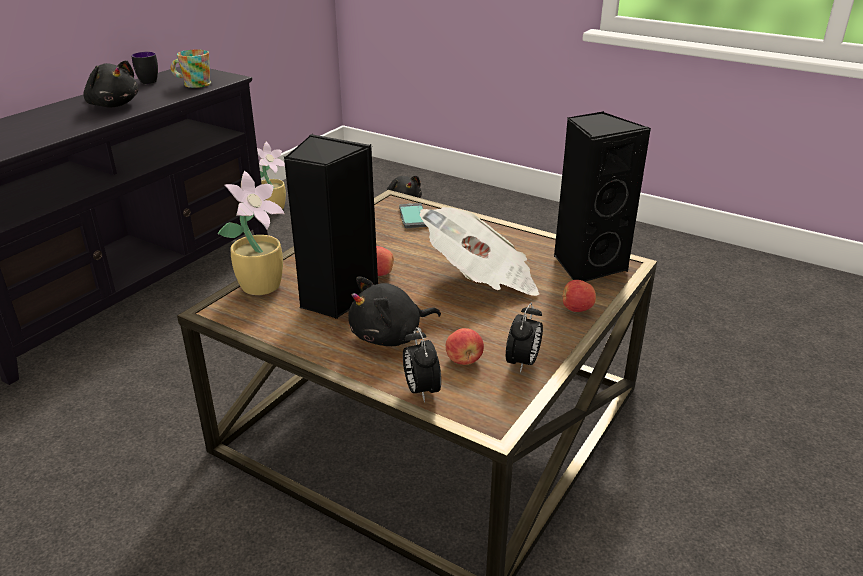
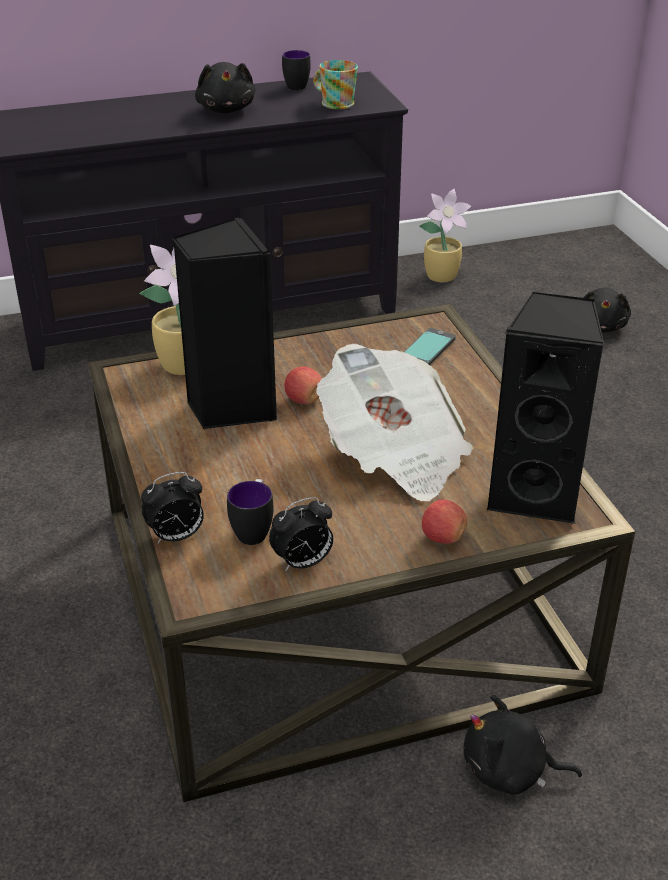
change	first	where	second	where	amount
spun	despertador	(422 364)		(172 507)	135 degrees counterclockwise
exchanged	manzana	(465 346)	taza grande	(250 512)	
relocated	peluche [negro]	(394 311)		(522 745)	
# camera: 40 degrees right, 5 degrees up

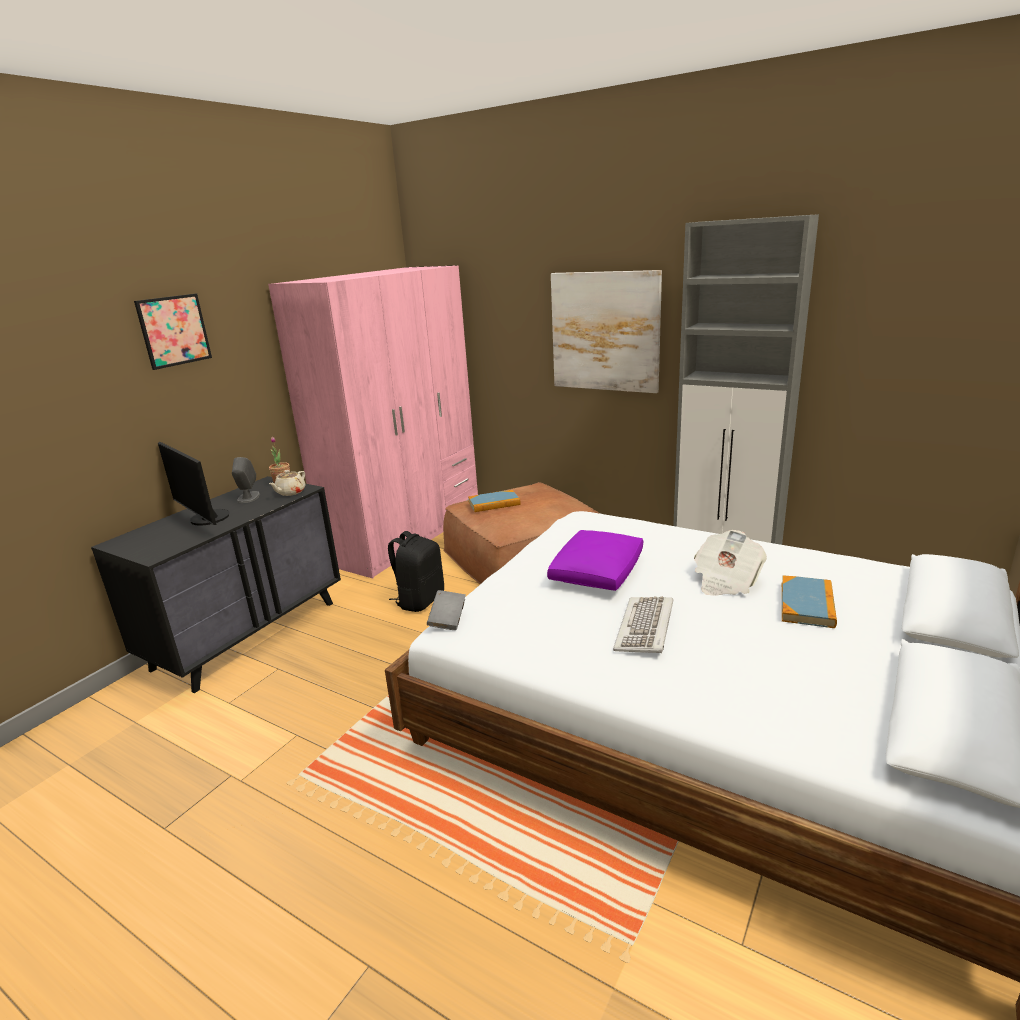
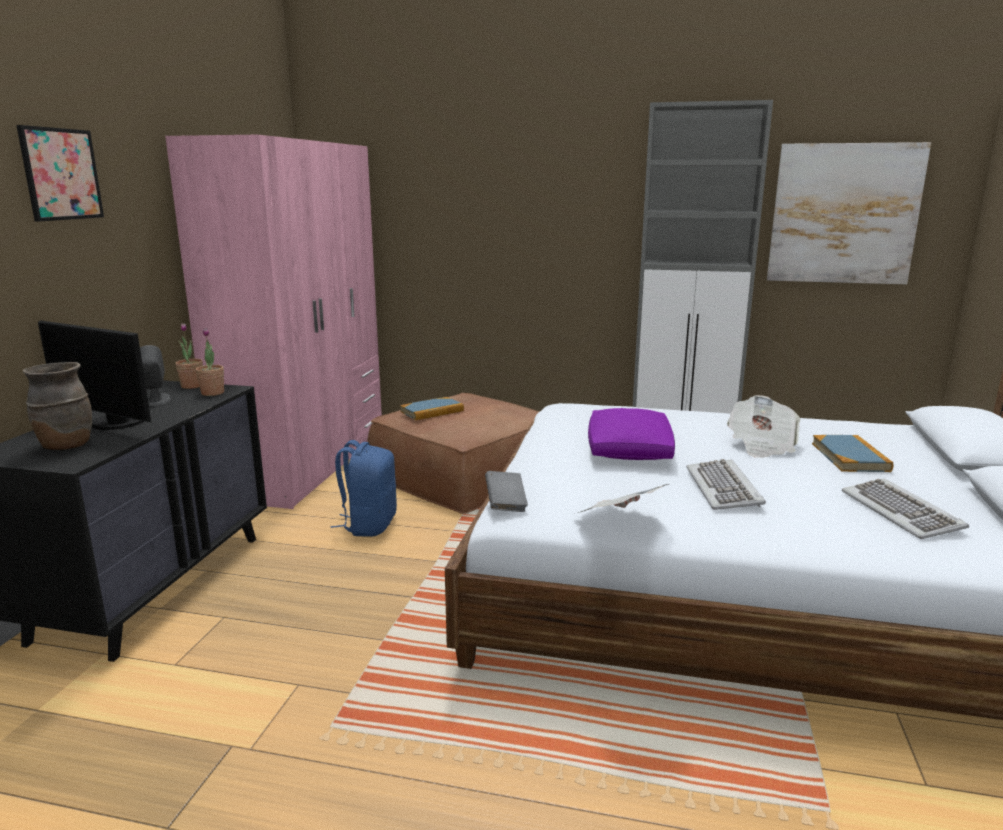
change	first	where	second	where	amount
appeared			florero [marrón]	(57 406)	
exchanged	tetera [beis]	(287 483)	planta en maceta	(210 362)	
colour	mochila [negro]	(416 571)	mochila [azul]	(364 488)	
appeared			periódico	(623 498)	
relocated	cuadro	(606 331)		(849 213)	
appeared			teclado	(905 508)	
# camera: 20 degrees left, 5 degrees down

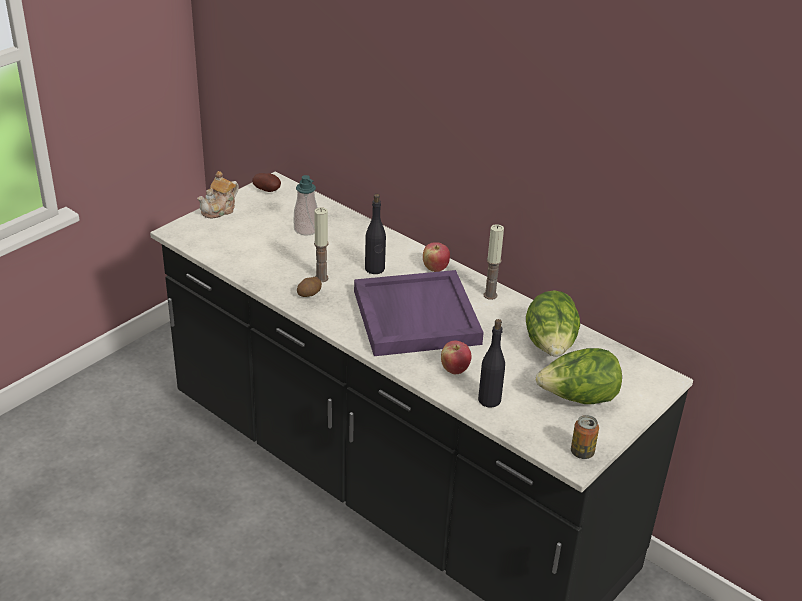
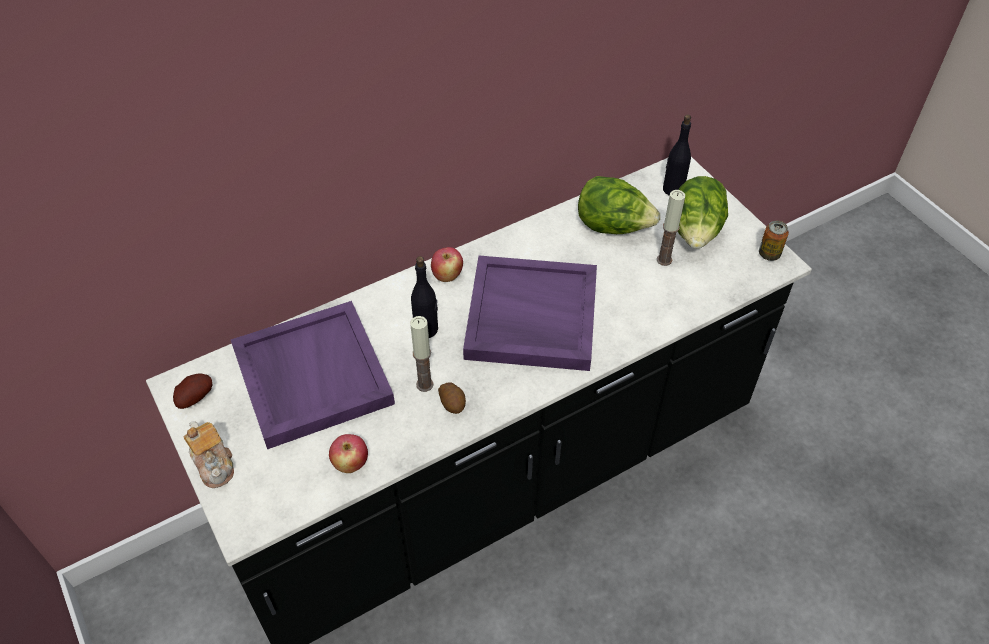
change	first	where	second	where	amount
exchanged	dispensador de jabón	(306 205)	bandeja [morado]	(313 375)	
relocated	manzana	(456 357)		(348 453)	
relocated	vela	(493 262)		(671 228)	
relocated	botella [negro]	(491 363)		(677 155)	
# camera: 70 degrees left, 15 degrees up

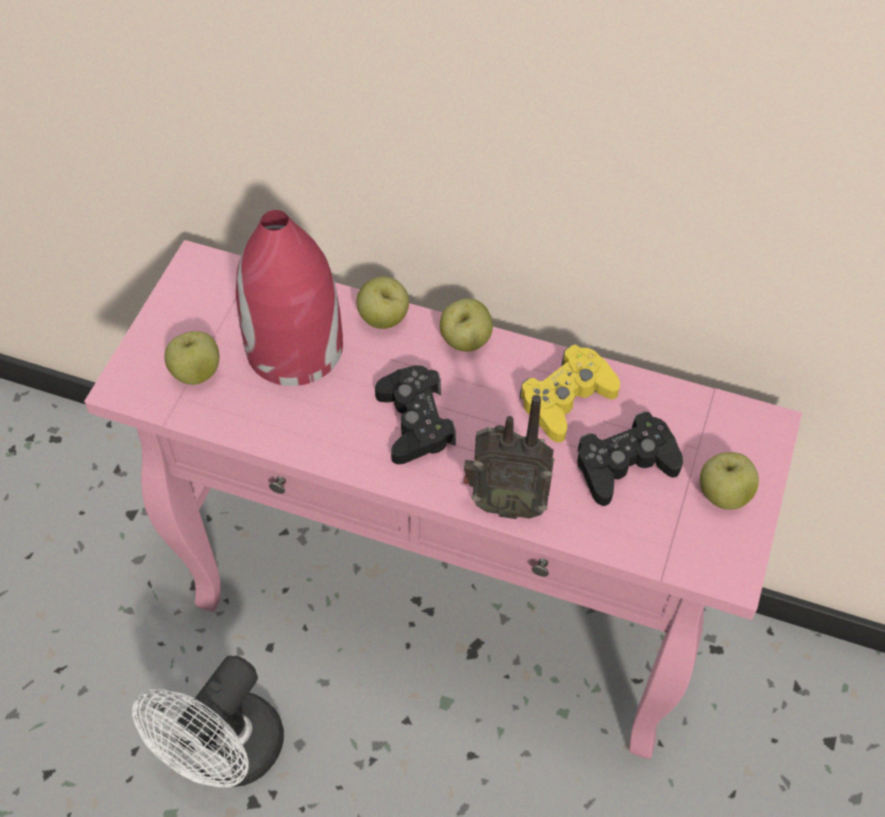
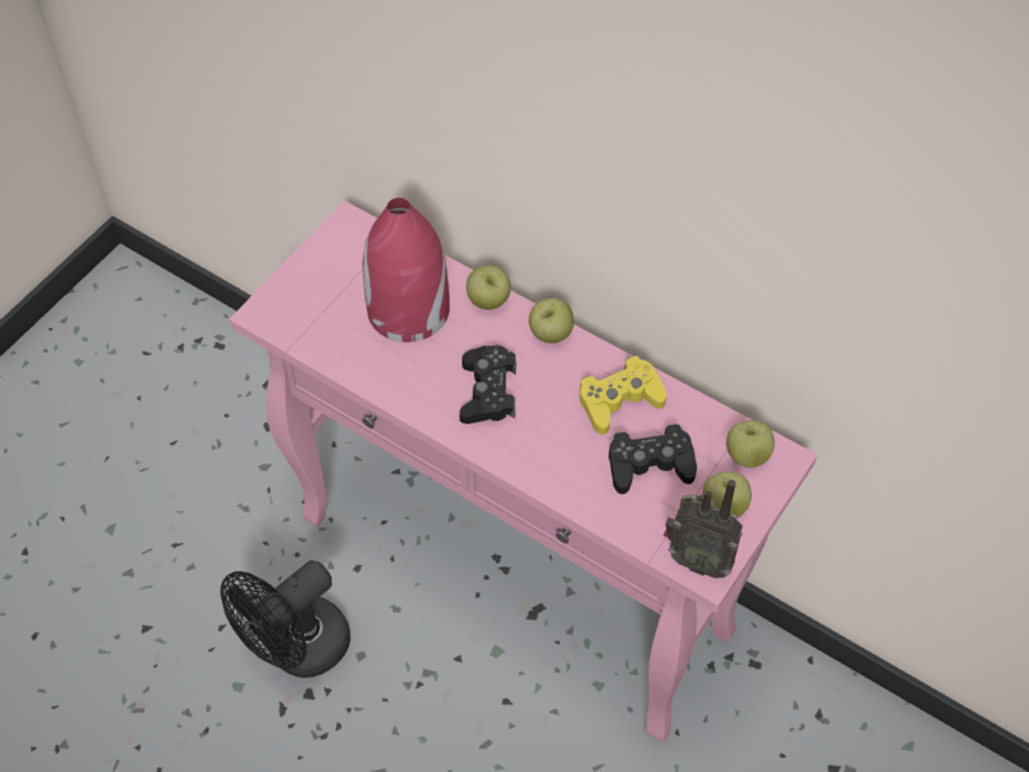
change	first	where	second	where	amount
colour	ventilador [blanco]	(208 721)	ventilador [negro]	(286 619)	
relocated	radio	(508 457)		(703 529)	
relocated	manzana	(191 358)		(750 444)	
# camera: 15 degrees right, 0 degrees up

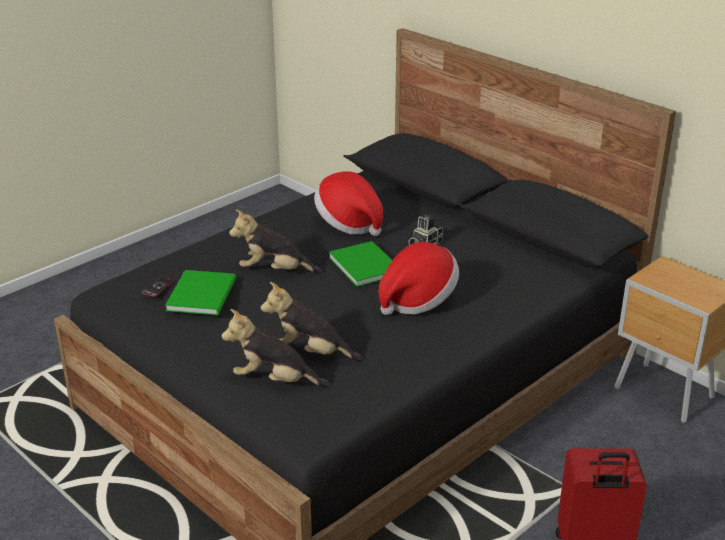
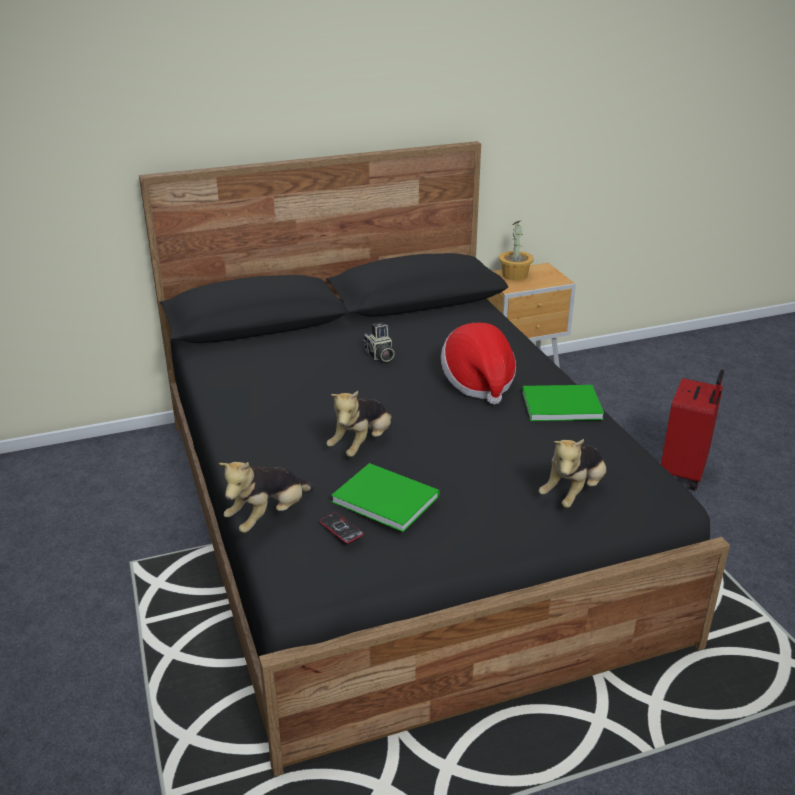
change	first	where	second	where	amount
relocated	peluche	(311 321)		(266 497)	
appeared			planta en maceta	(516 250)	
relocated	libro [verde]	(360 264)		(563 403)	
missing	sombrero	(348 203)			
# camera: 65 degrees left, 0 degrees up

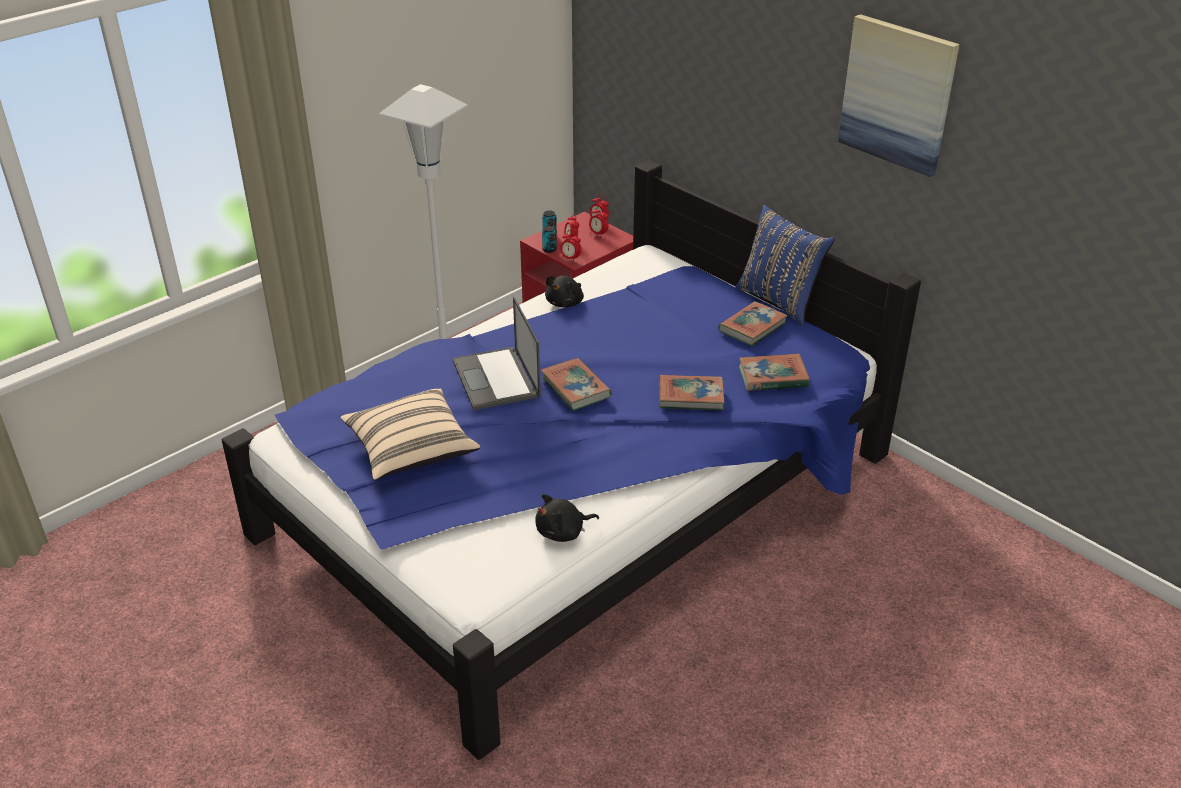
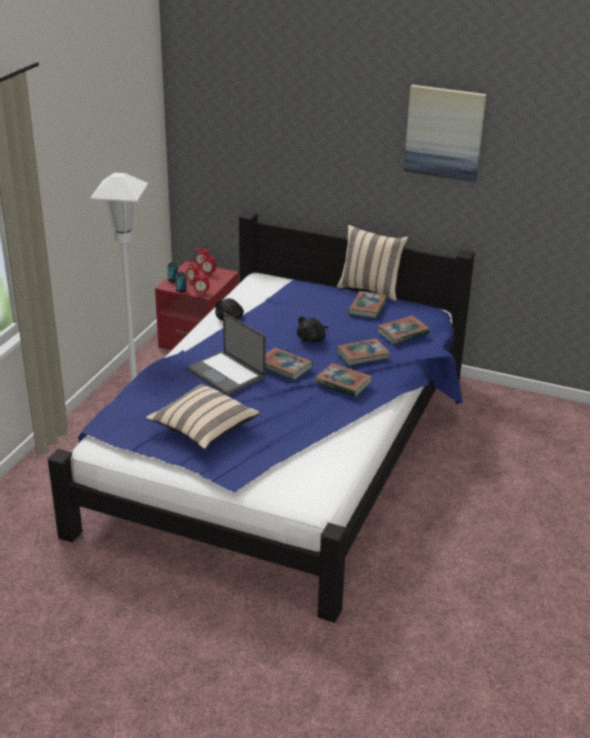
change	first	where	second	where	amount
relocated	peluche [negro]	(567 518)		(312 329)	
appeared			libro	(343 380)	
colour	cojín [azul]	(785 265)	cojín [beis]	(372 263)	
# camera: 25 degrees left, 5 degrees down

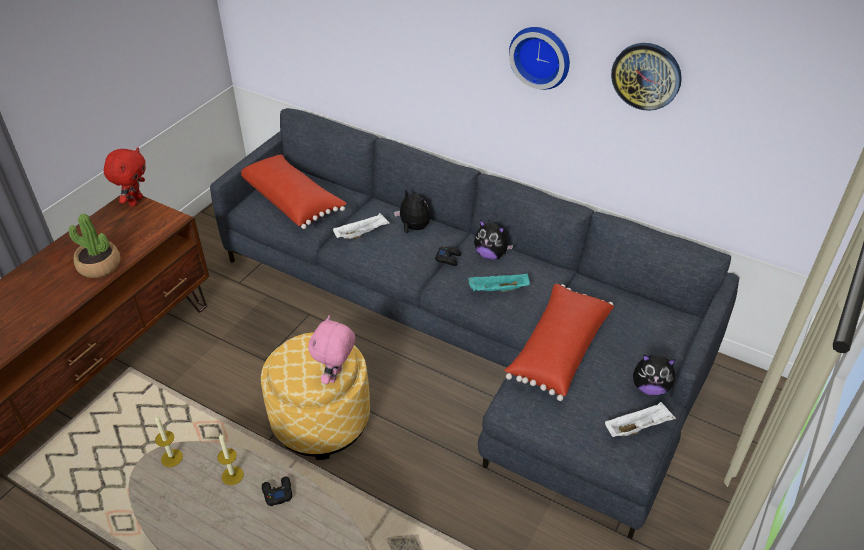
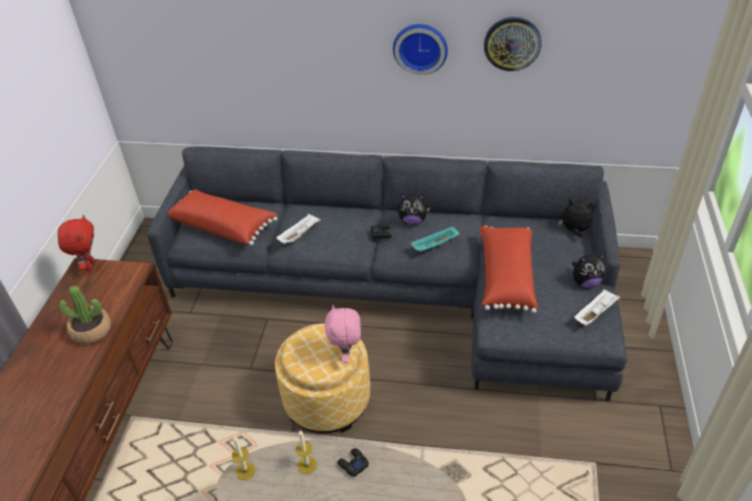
change	first	where	second	where	amount
relocated	peluche	(412 211)		(575 218)	
# camera: 20 degrees left, 0 degrees up

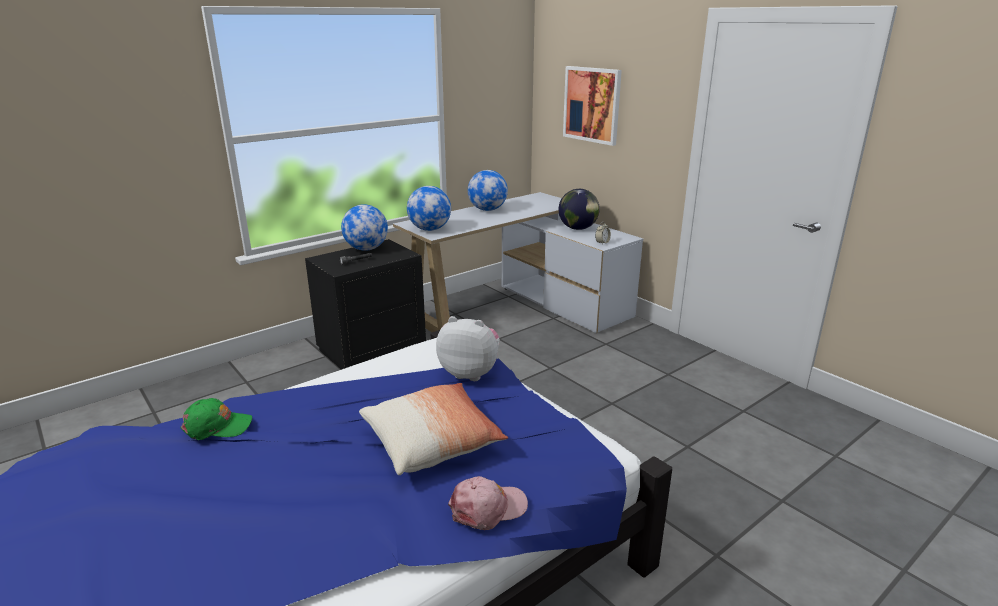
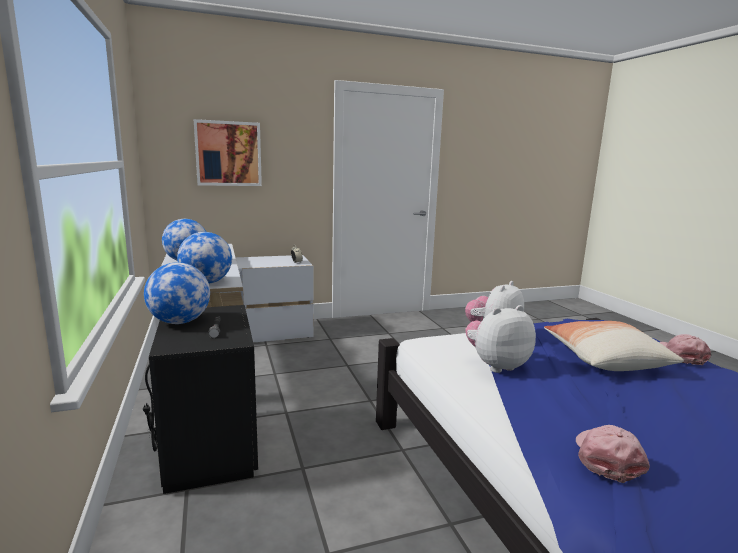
change	first	where	second	where	amount
appeared			peluche	(500 339)	
colour	gorra [verde]	(216 419)	gorra [rosa]	(613 454)	
missing	globo terráqueo	(579 209)			
# camera: 70 degrees left, 10 degrees down

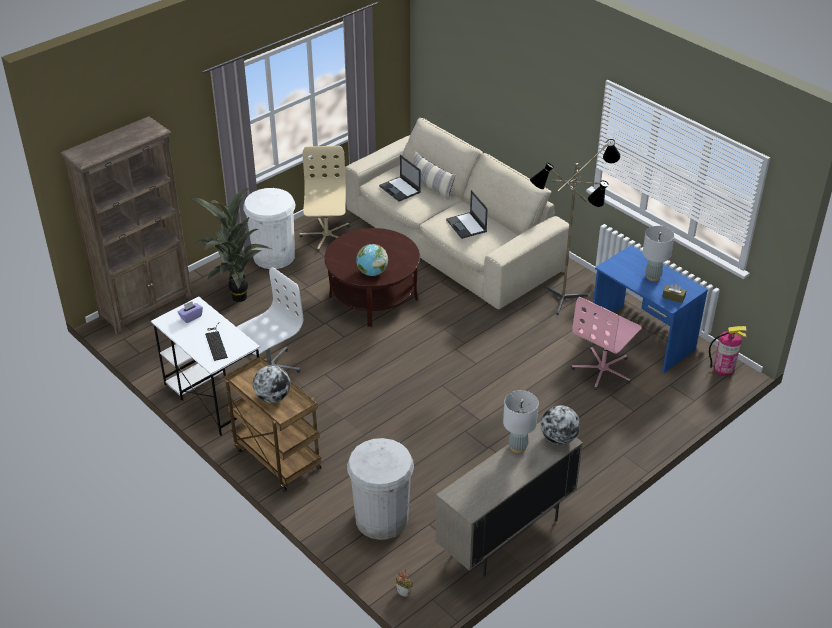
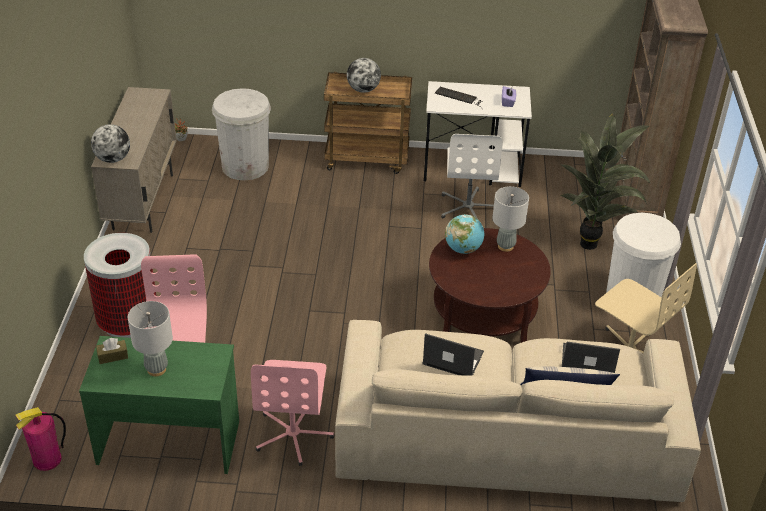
change	first	where	second	where	amount
colour	escritorio [azul]	(650 309)	escritorio [verde]	(159 405)	
appeared			papelera	(120 285)	
exchanged	lámpara de pie	(575 227)	silla de oficina [rosa]	(292 413)	
relocated	lámpara de mesa [gris]	(521 421)		(510 219)	
# camera: 135 degrees right, 0 degrees up

